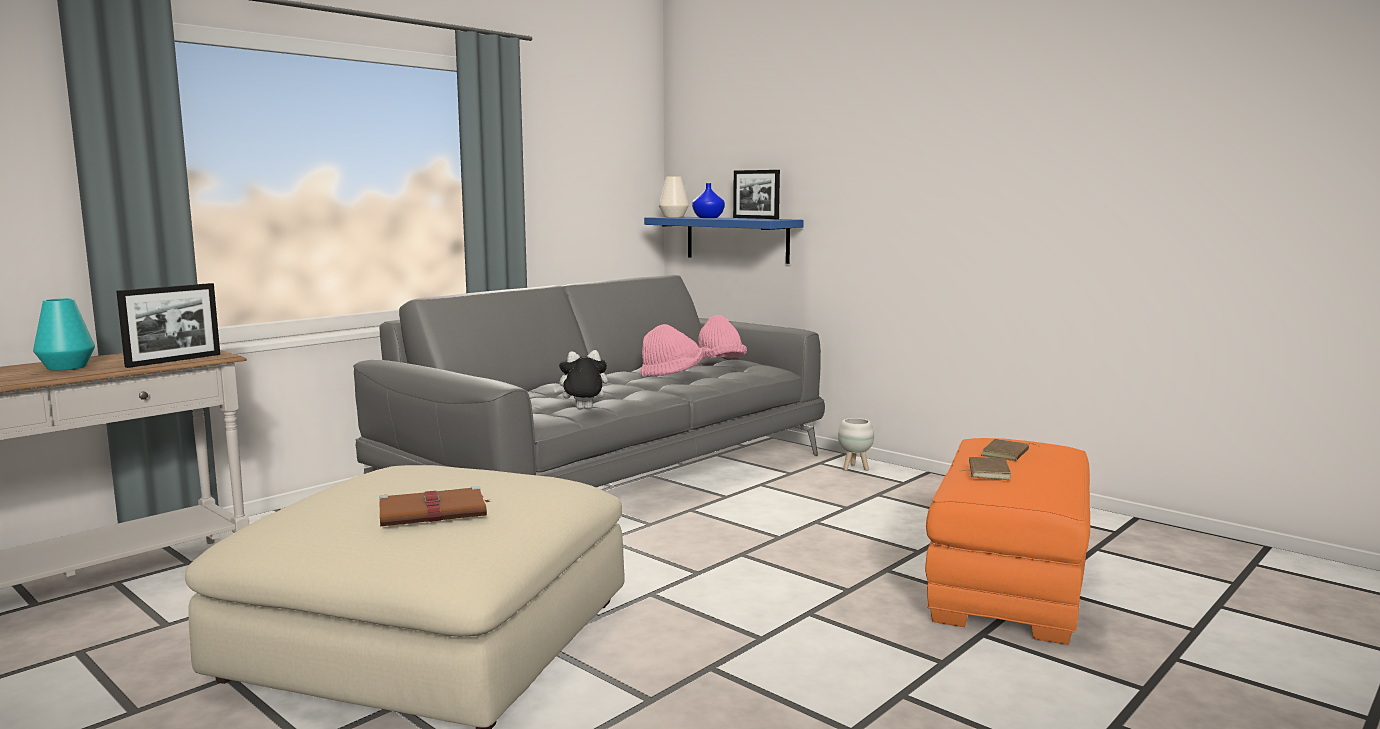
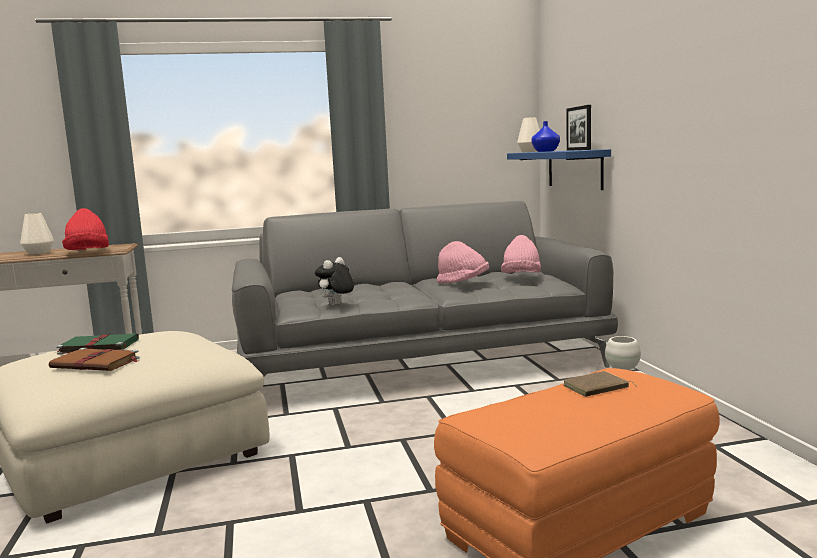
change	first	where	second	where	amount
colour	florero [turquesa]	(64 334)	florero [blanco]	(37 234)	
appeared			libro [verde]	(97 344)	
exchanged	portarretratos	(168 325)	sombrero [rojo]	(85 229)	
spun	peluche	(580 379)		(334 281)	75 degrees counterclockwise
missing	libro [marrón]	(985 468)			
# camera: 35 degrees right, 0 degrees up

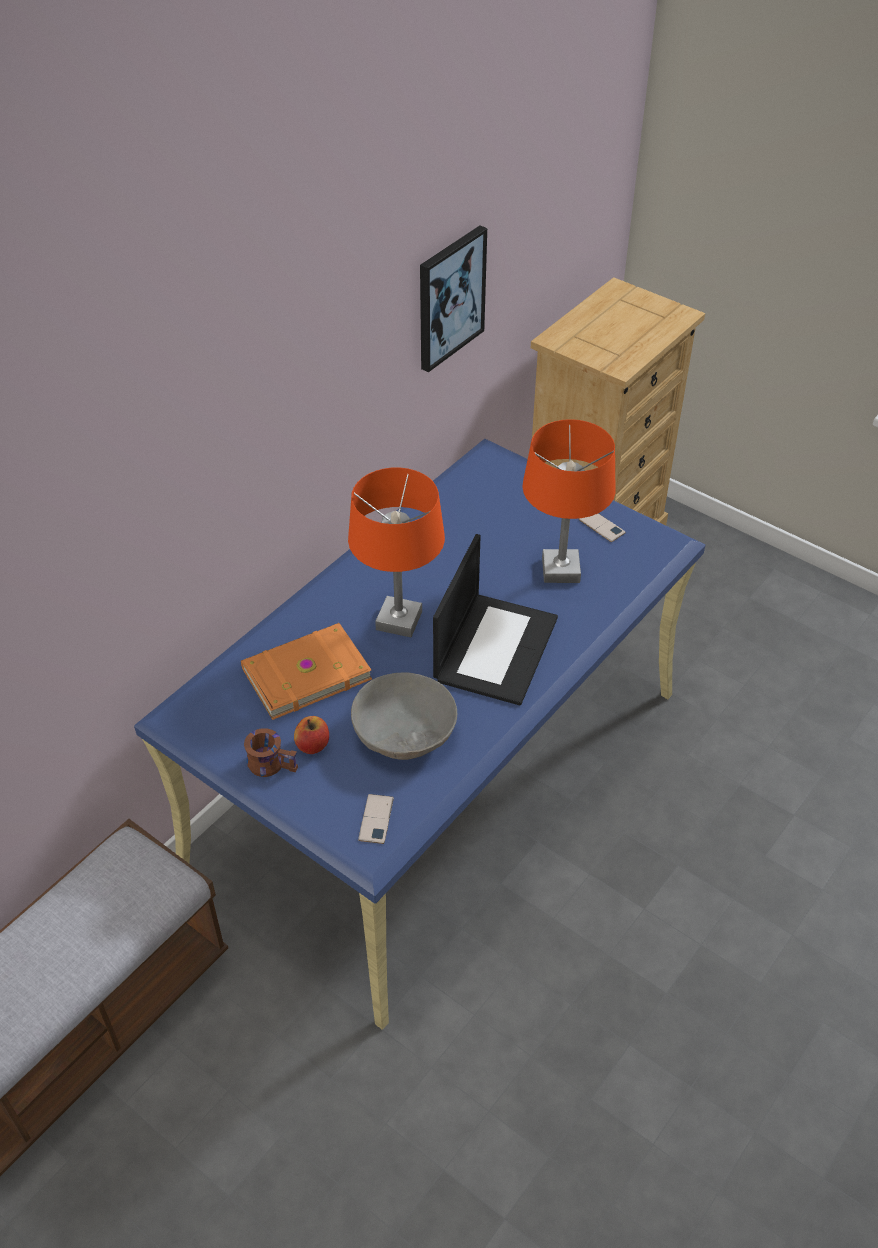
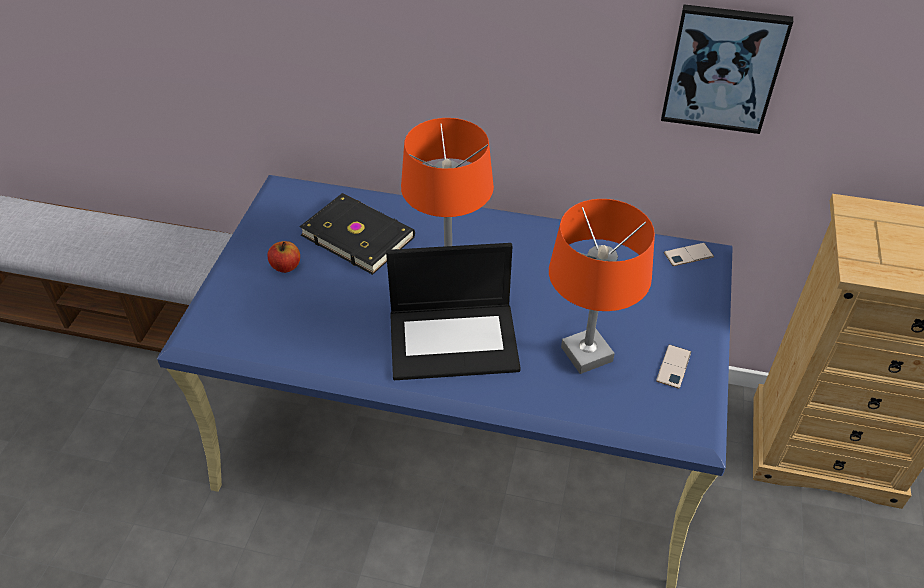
change	first	where	second	where	amount
colour	libro [naranja]	(306 671)	libro [negro]	(357 234)	
relocated	móvil	(376 819)		(689 254)	
missing	taza grande [marrón]	(271 752)			
missing	cuenco [gris]	(404 716)			
# camera: 65 degrees right, 0 degrees up

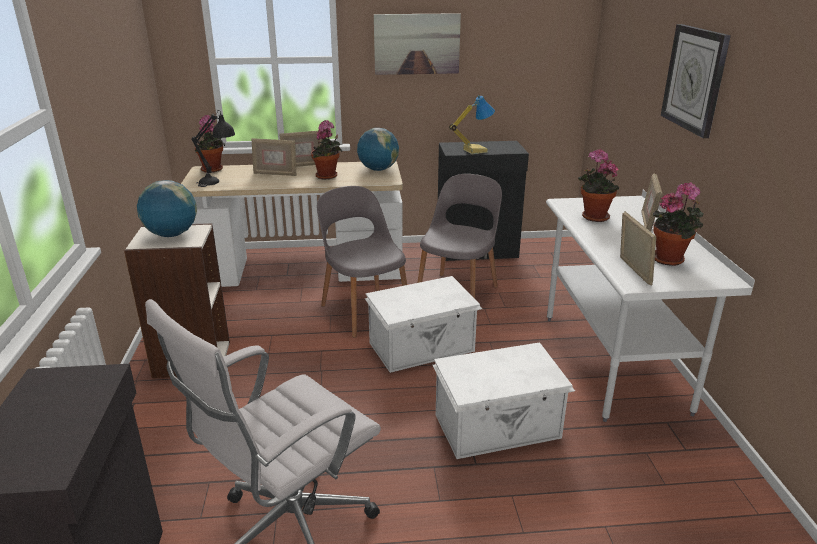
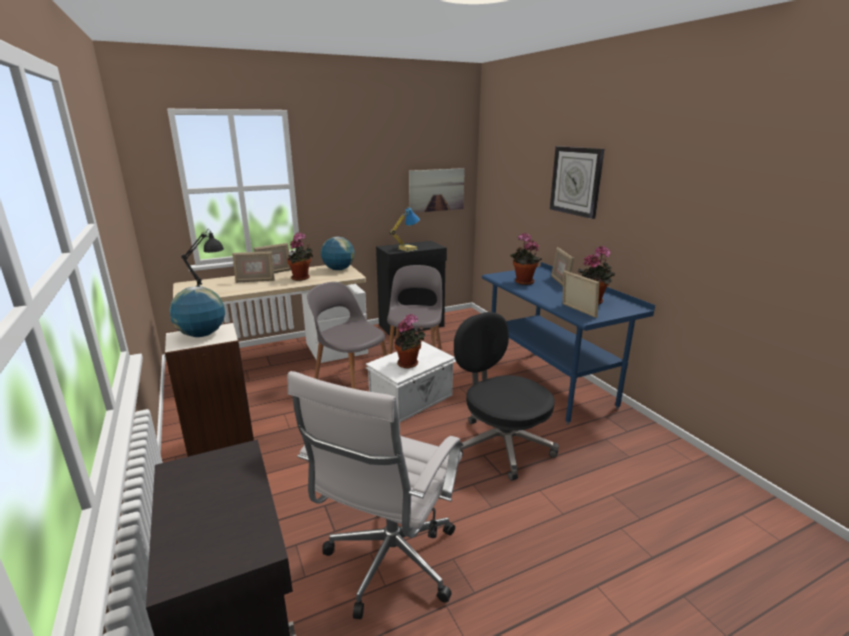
change	first	where	second	where	amount
relocated	planta en maceta	(210 144)		(409 341)	
relocated	cuadro	(417 44)		(437 190)	
exchanged	caja de almacenaje [blanco]	(504 400)	silla de oficina [negro]	(506 396)	
colour	escritorio [blanco]	(650 306)	escritorio [azul]	(568 343)	
# camera: 20 degrees left, 5 degrees down

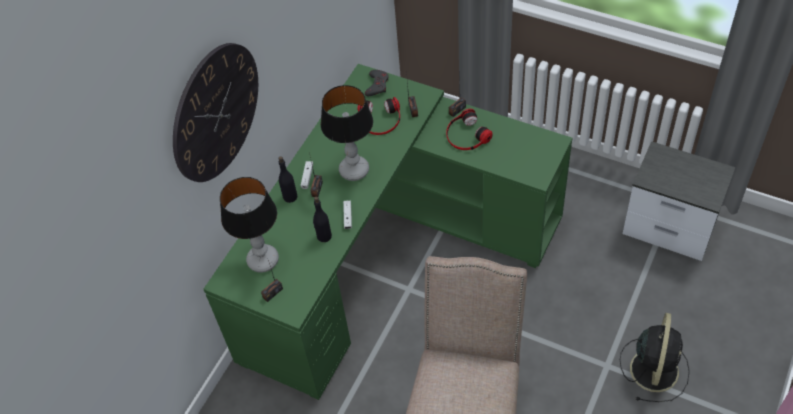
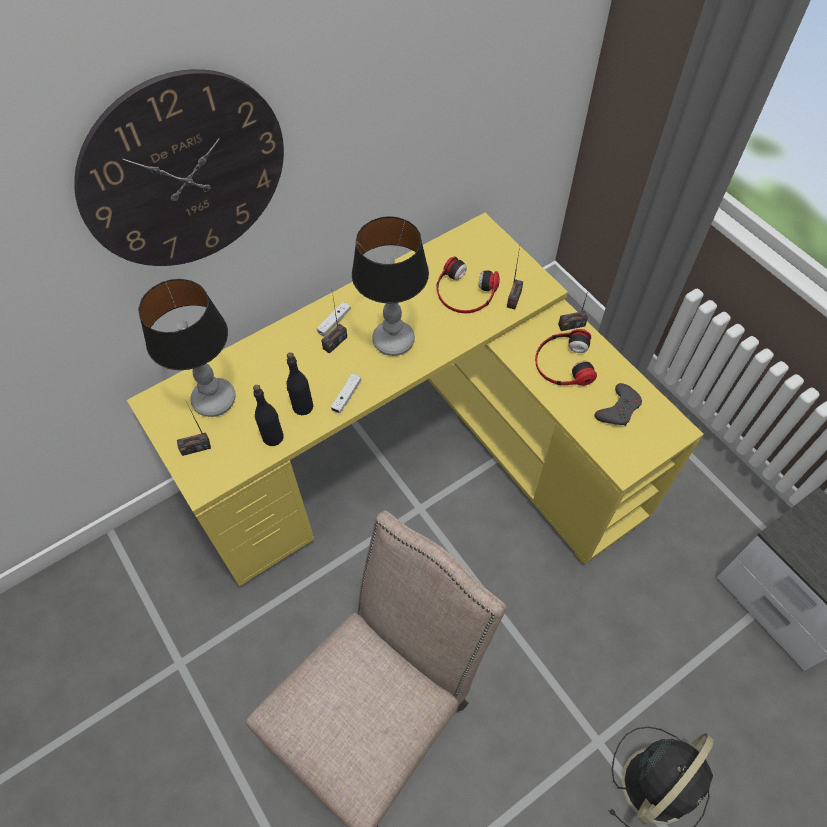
change	first	where	second	where	amount
colour	escritorio [verde]	(387 232)	escritorio [amarillo]	(415 399)	
relocated	botella [negro]	(287 179)		(268 415)	
relocated	mando de consola [gris]	(377 83)		(618 404)	
# camera: 25 degrees right, 5 degrees up

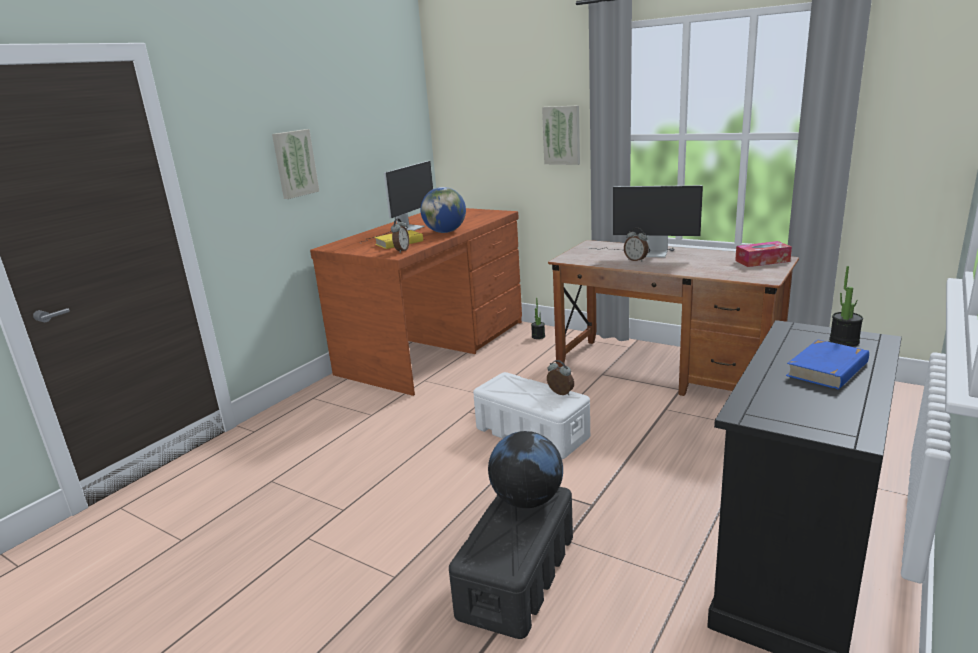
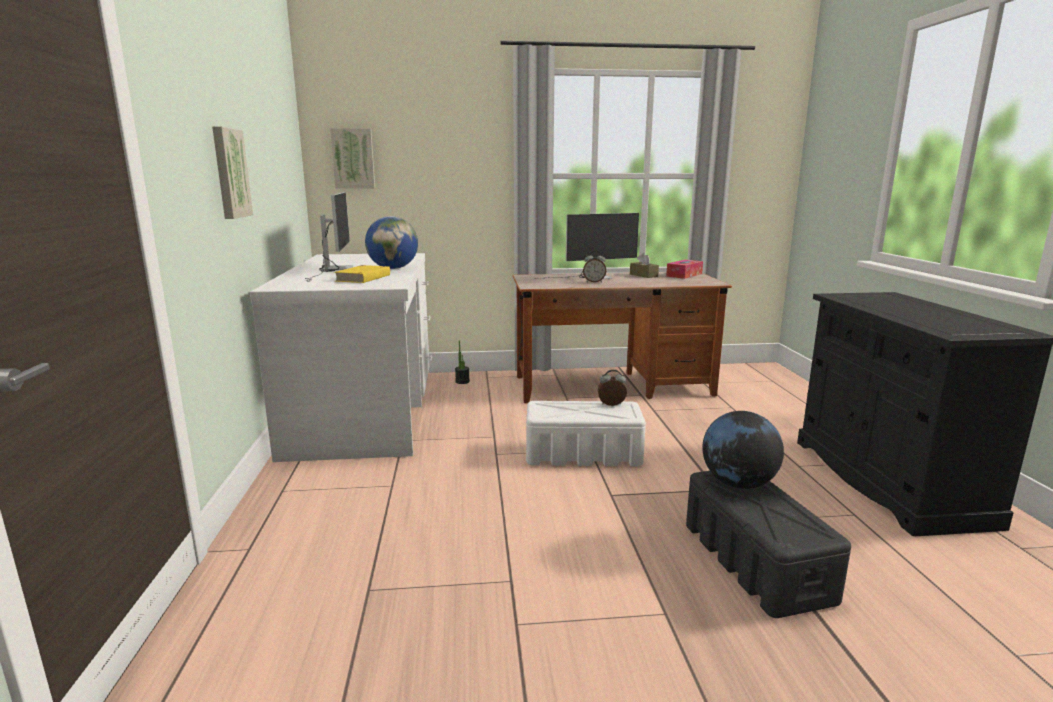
change	first	where	second	where	amount
colour	escritorio [marrón]	(416 302)	escritorio [blanco]	(341 357)	
relocated	cuadro	(561 135)		(352 158)	
appeared			caja de pañuelos [marrón]	(644 265)	
missing	despertador	(400 235)			
missing	libro [azul]	(827 364)			
missing	planta en maceta	(846 306)			
# camera: 40 degrees left, 5 degrees down

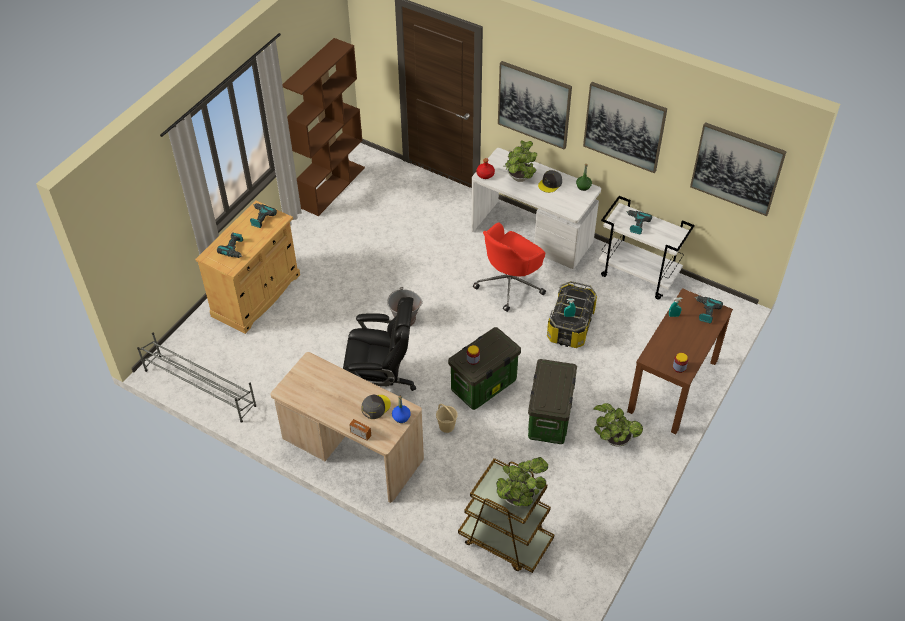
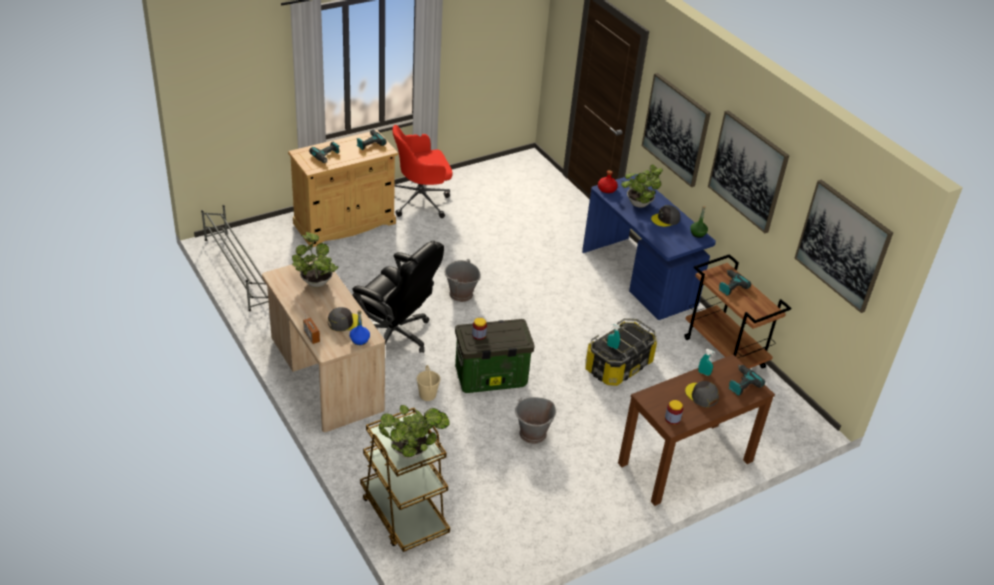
change	first	where	second	where	amount
relocated	planta en maceta	(618 424)		(315 260)	
relocated	silla de oficina [rojo]	(509 267)		(422 171)	
exchanged	caja de almacenaje	(552 401)	cubo [gris]	(535 420)	
colour	escritorio [blanco]	(536 208)	escritorio [azul]	(649 247)	
colour	carrito [blanco]	(647 248)	carrito [marrón]	(737 311)	
appeared			gorra [gris]	(702 394)	
missing	estantería [marrón]	(323 127)			
# camera: 25 degrees right, 10 degrees down

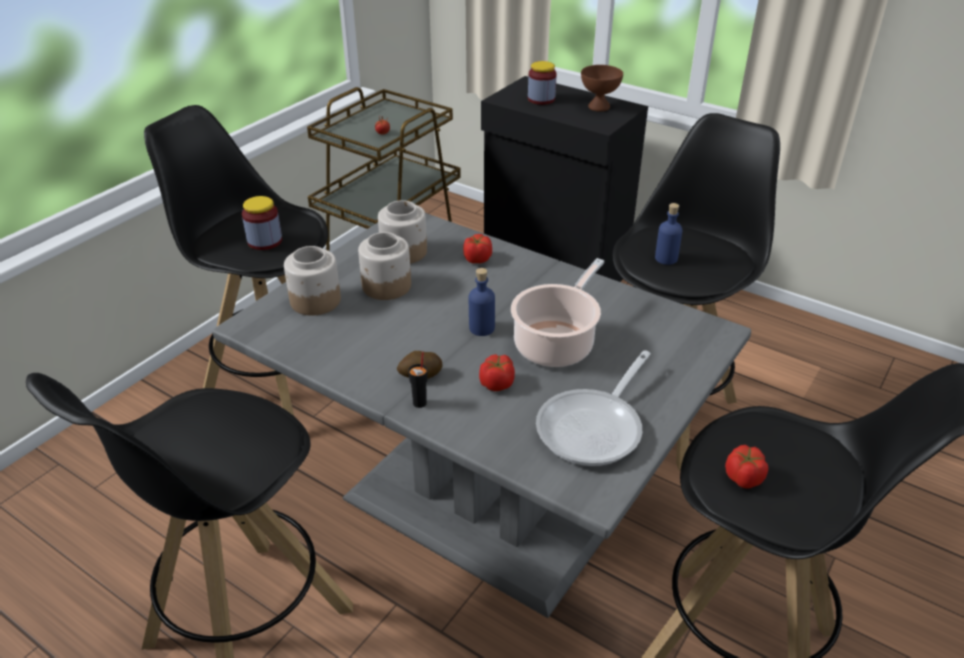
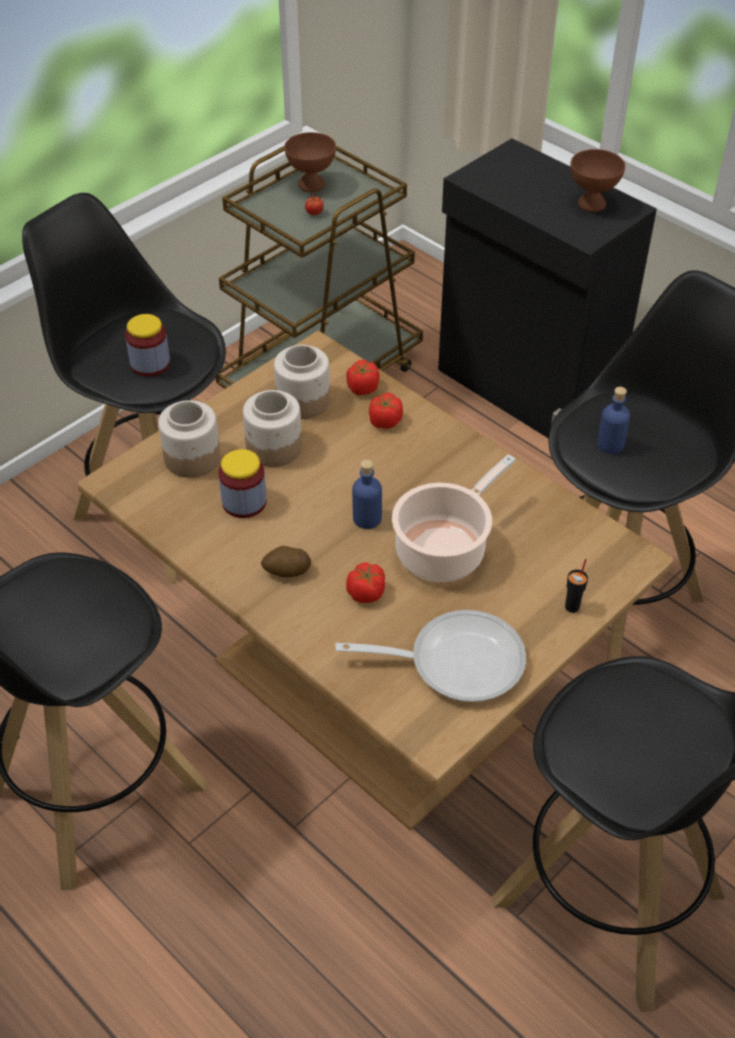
change	first	where	second	where	amount
colour	mesa de comedor [gris]	(481 415)	mesa de comedor [marrón]	(375 580)	
relocated	tarro	(542 83)		(242 483)	
appeared			cuenco [marrón]	(310 162)	
spun	sartén	(593 408)		(430 656)	135 degrees counterclockwise
relocated	tomate	(746 467)		(363 377)	
relocated	taza [negro]	(418 380)		(576 586)	
# camera: 10 degrees right, 10 degrees up

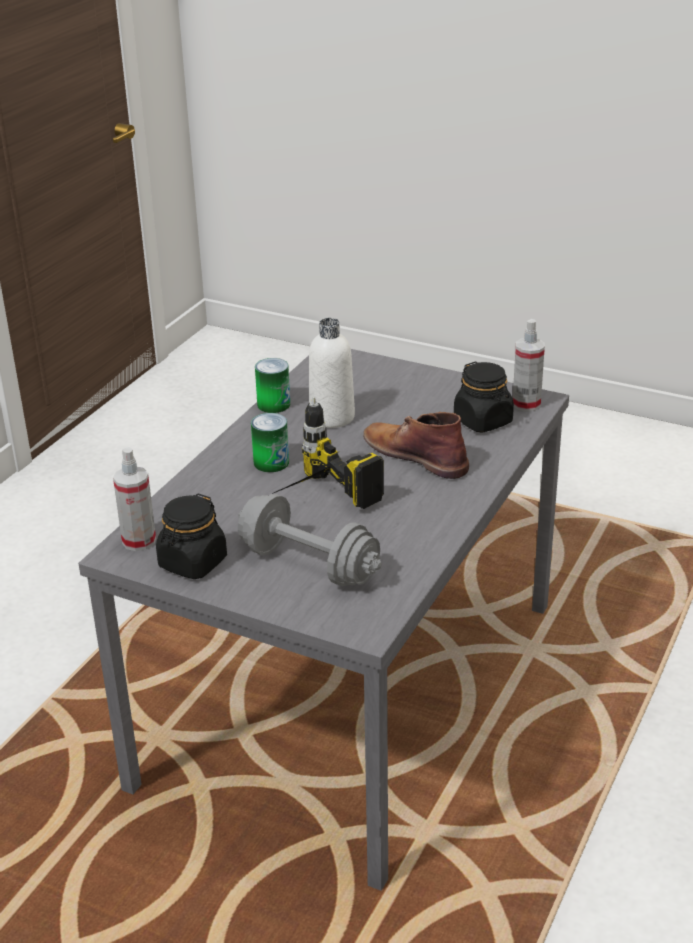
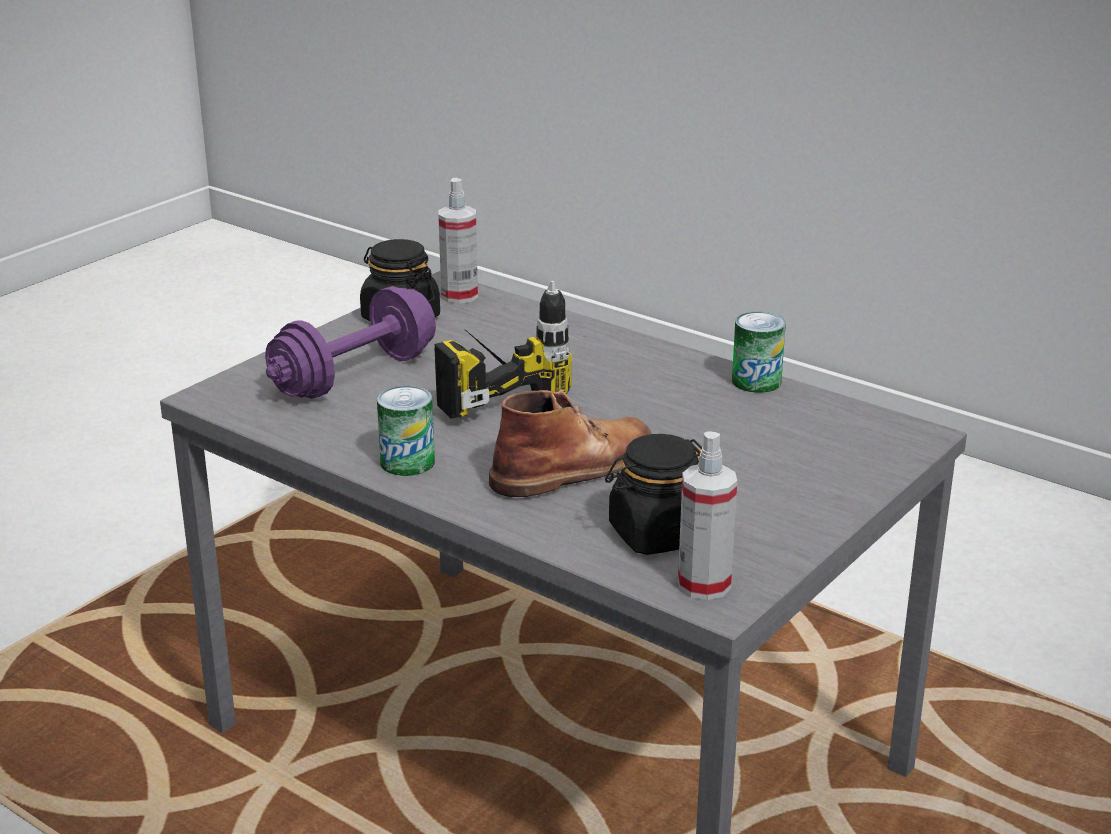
change	first	where	second	where	amount
colour	mancuerna [gris]	(310 540)	mancuerna [morado]	(350 342)	
relocated	lata	(270 442)		(406 431)	
missing	botella [blanco]	(332 373)			
# camera: 100 degrees right, 5 degrees down

